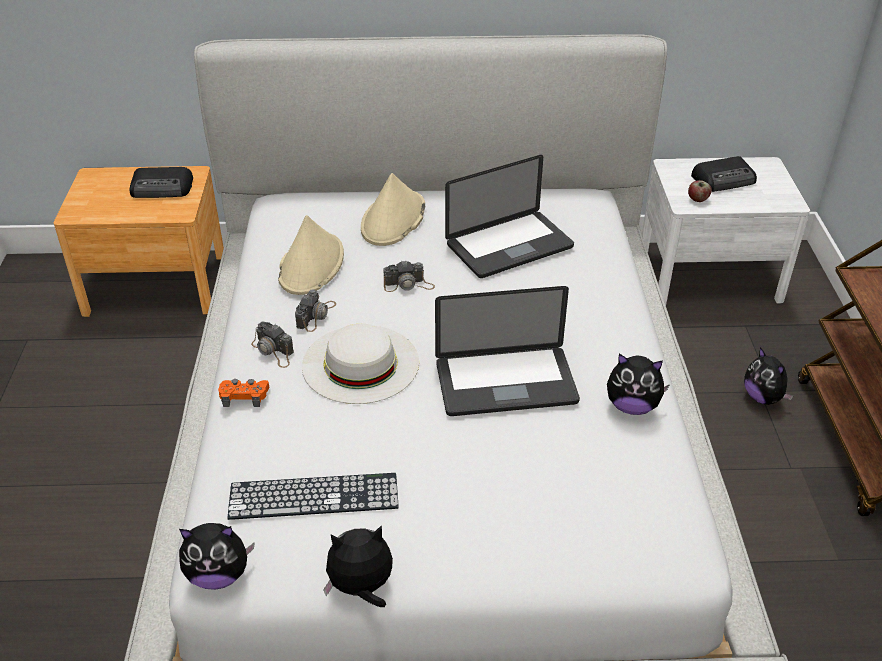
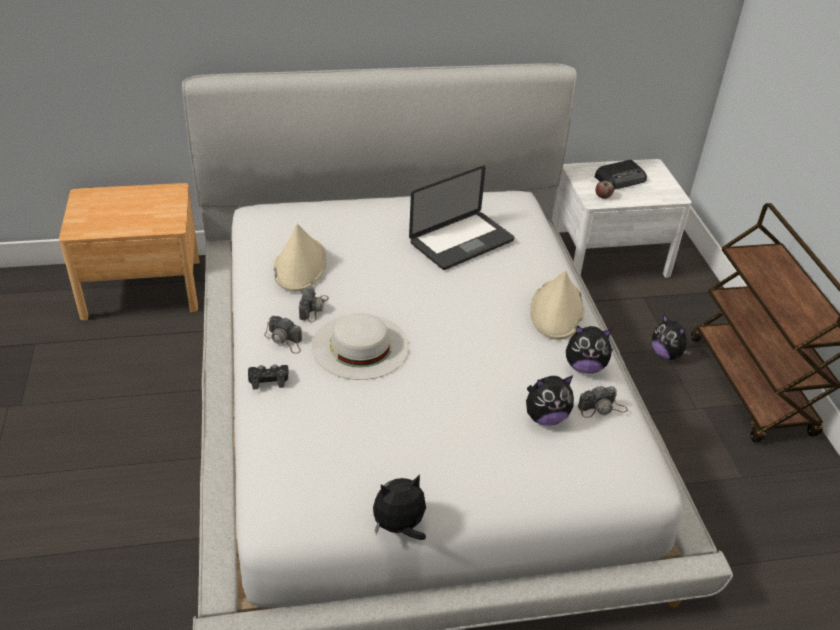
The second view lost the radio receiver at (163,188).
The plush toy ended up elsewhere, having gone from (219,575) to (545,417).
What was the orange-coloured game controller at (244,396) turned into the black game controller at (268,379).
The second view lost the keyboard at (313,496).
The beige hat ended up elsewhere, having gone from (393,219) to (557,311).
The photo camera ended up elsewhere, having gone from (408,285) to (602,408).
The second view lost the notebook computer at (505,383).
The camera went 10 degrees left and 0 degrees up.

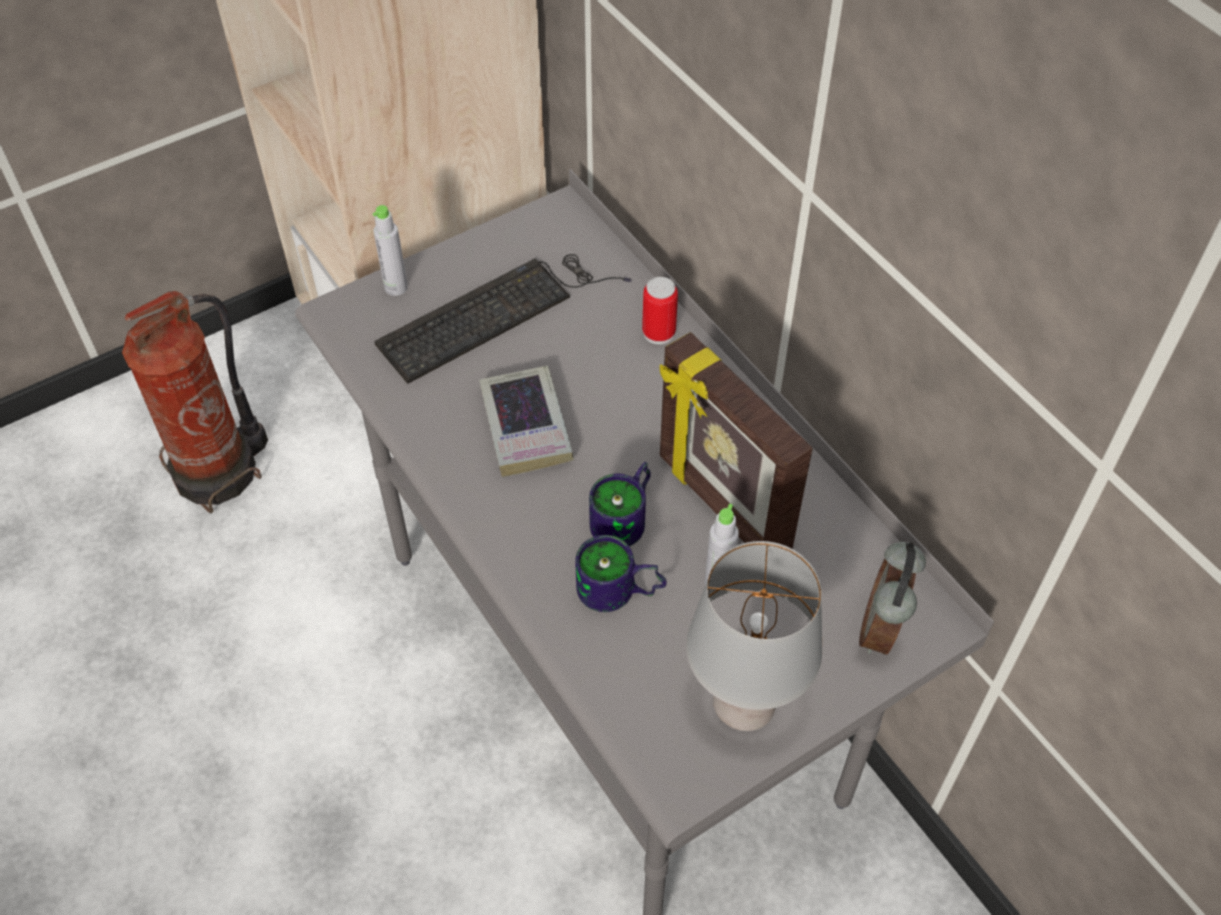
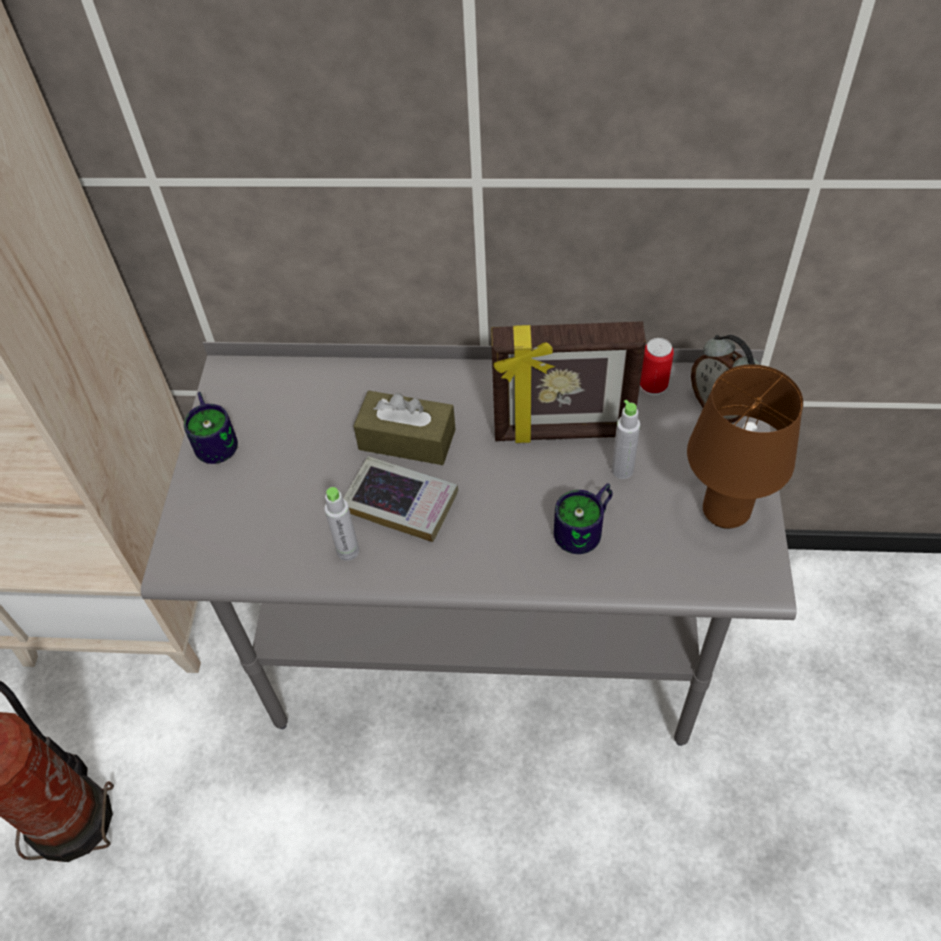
The greyish drink bottle ended up elsewhere, having gone from (396,287) to (348,551).
The second view lost the keyboard at (497,312).
The coffee mug ended up elsewhere, having gone from (628,518) to (217,438).
The metal can ended up elsewhere, having gone from (658,332) to (653,385).
What was the greyish tabletop lamp at (741,706) turned into the brown-coloured tabletop lamp at (724,512).
The second view gained the brown-coloured tissue holder at (407,439).
The camera went 50 degrees left and 0 degrees up.

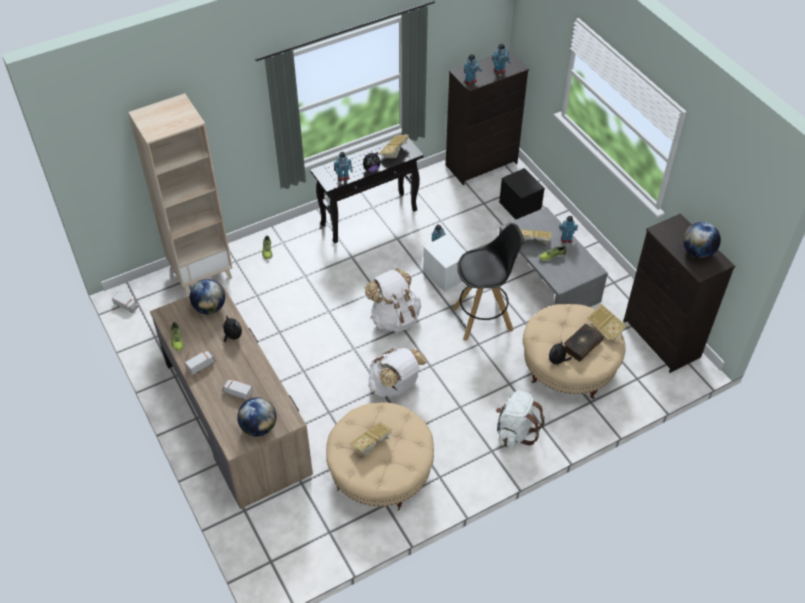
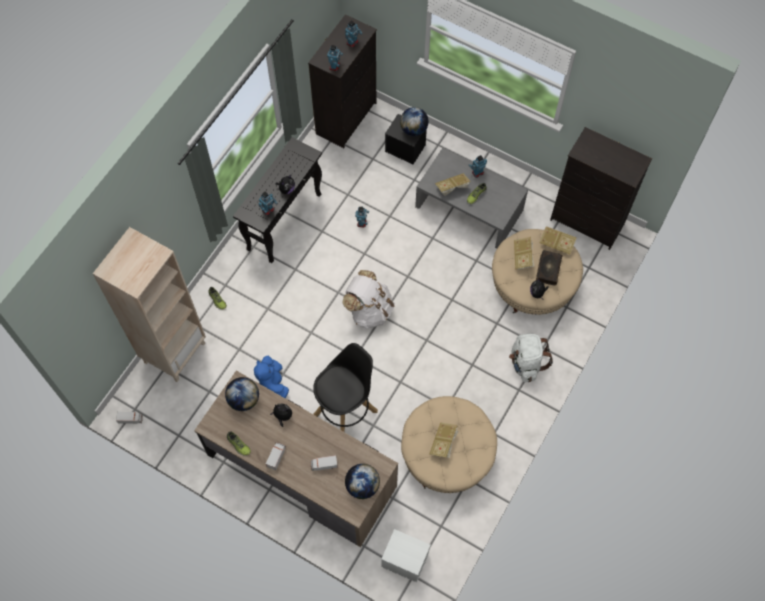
The second view lost the white knapsack at (395,386).
The book ended up elsewhere, having gone from (395,152) to (523,257).
The white storage bin ended up elsewhere, having gone from (444,274) to (404,560).
The black stool ended up elsewhere, having gone from (483,319) to (346,412).
The globe ended up elsewhere, having gone from (697,252) to (413,129).
The second view gained the bluish plush toy at (273,382).
The camera went 30 degrees left and 15 degrees up.

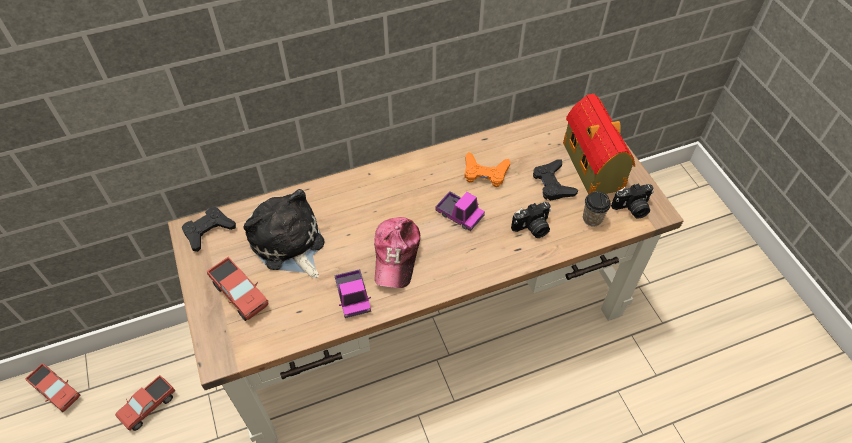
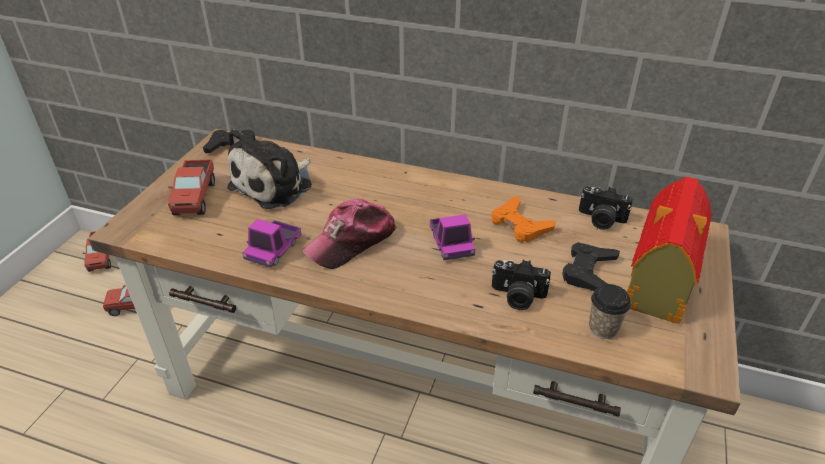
The plush toy at (288,244) ended up facing another way, 150 degrees counterclockwise from before.
The photo camera ended up elsewhere, having gone from (632,208) to (600,220).
The camera went 40 degrees right and 15 degrees down.

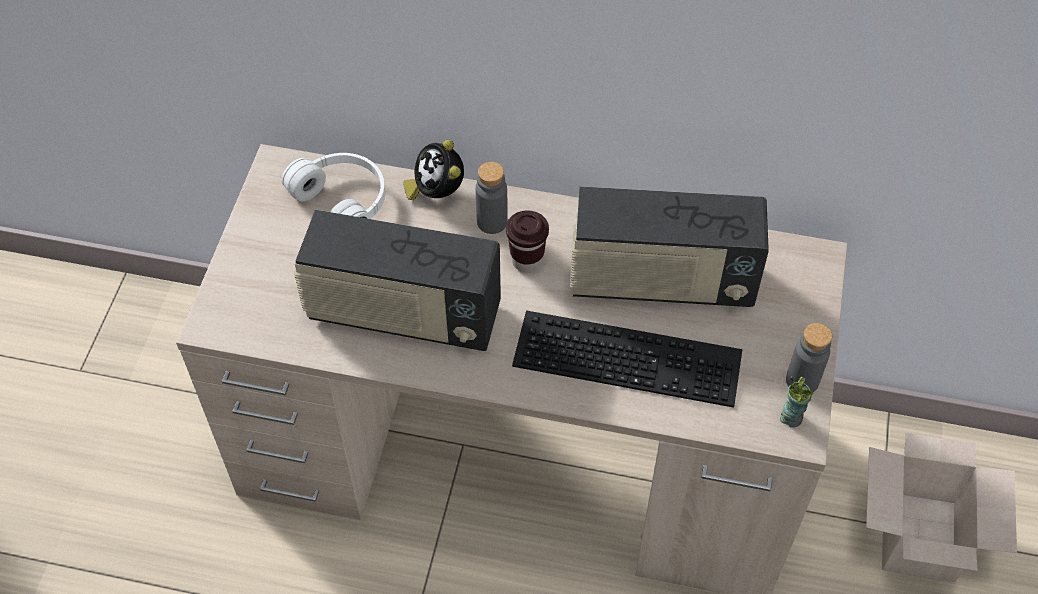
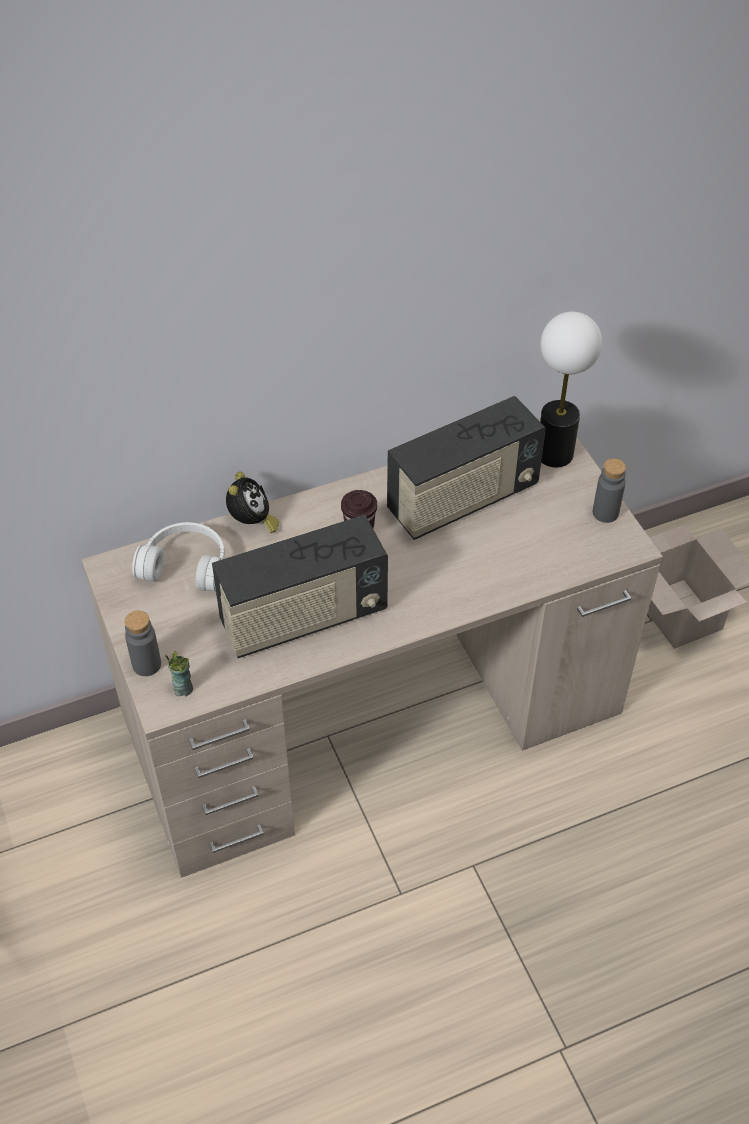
The alarm clock at (437,192) ended up facing another way, 120 degrees counterclockwise from before.
The greyish drink bottle ended up elsewhere, having gone from (492,222) to (146,664).
The second view lost the keyboard at (630,355).
The cup ended up elsewhere, having gone from (791,417) to (183,688).
The second view gained the tabletop lamp at (555,454).
The camera went 35 degrees left and 5 degrees down.

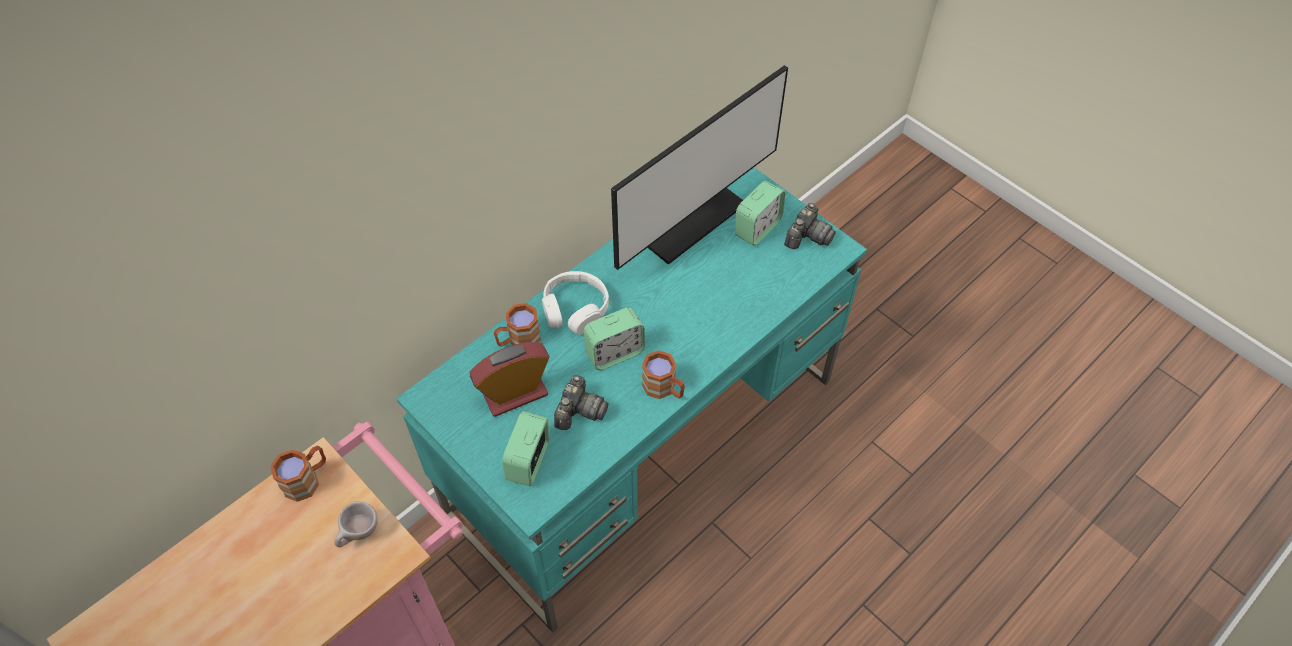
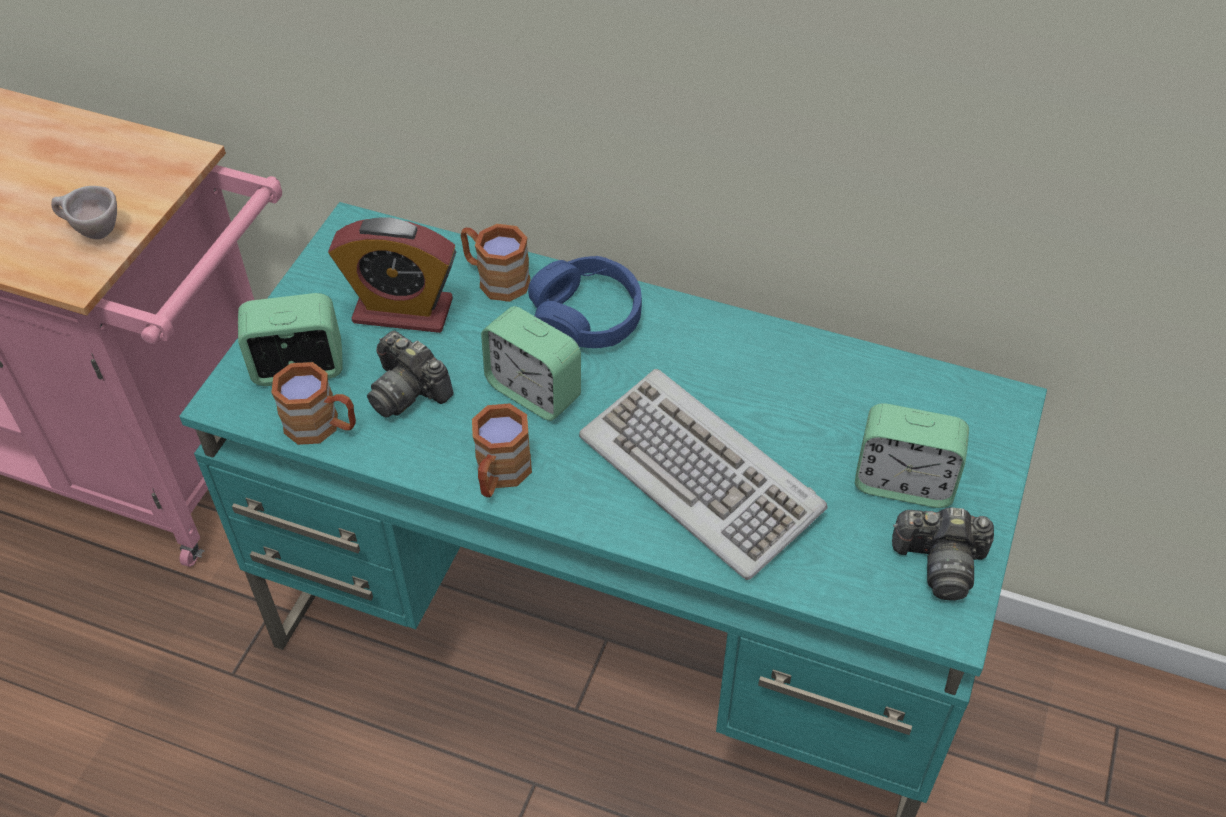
The brown-coloured coffee mug ended up elsewhere, having gone from (307,479) to (322,426).
The alarm clock at (515,394) ended up facing another way, 150 degrees clockwise from before.
What was the white headset at (575,309) turned into the bluish headset at (586,317).
The photo camera at (579,411) ended up facing another way, 45 degrees clockwise from before.
The second view lost the monitor at (689,220).
The second view gained the keyboard at (702,475).
The camera went 65 degrees right and 5 degrees down.

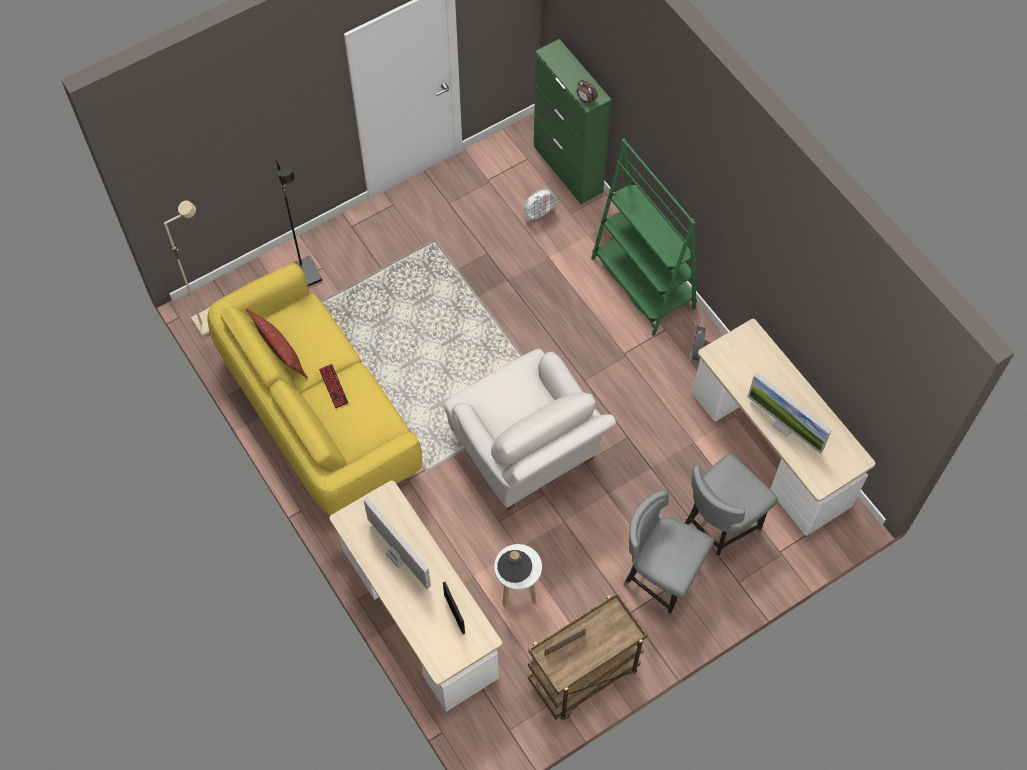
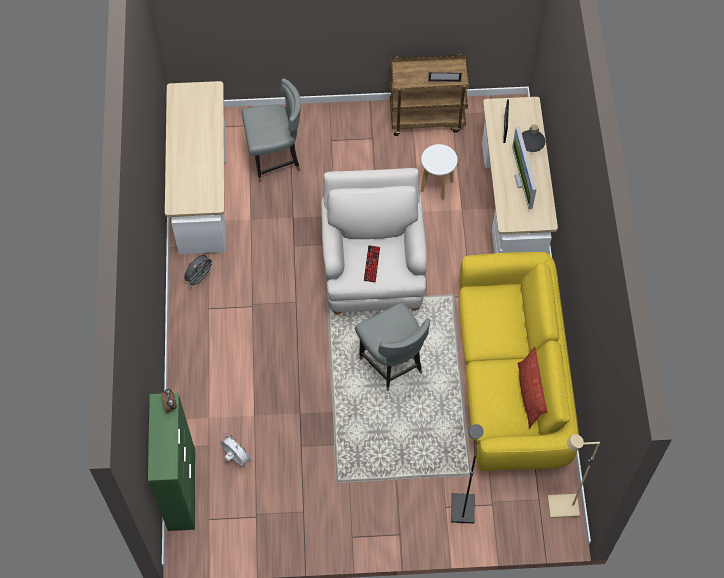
The keyboard ended up elsewhere, having gone from (333,386) to (371,264).
The greyish drink bottle ended up elsewhere, having gone from (515,567) to (531,142).
The white electric fan at (539,215) ended up facing another way, 45 degrees clockwise from before.
The second view lost the green-coloured bookshelf at (643,283).
The greyish plain chair ended up elsewhere, having gone from (660,578) to (392,364).
The second view lost the monitor at (784,426).
The camera went 150 degrees left and 0 degrees up.

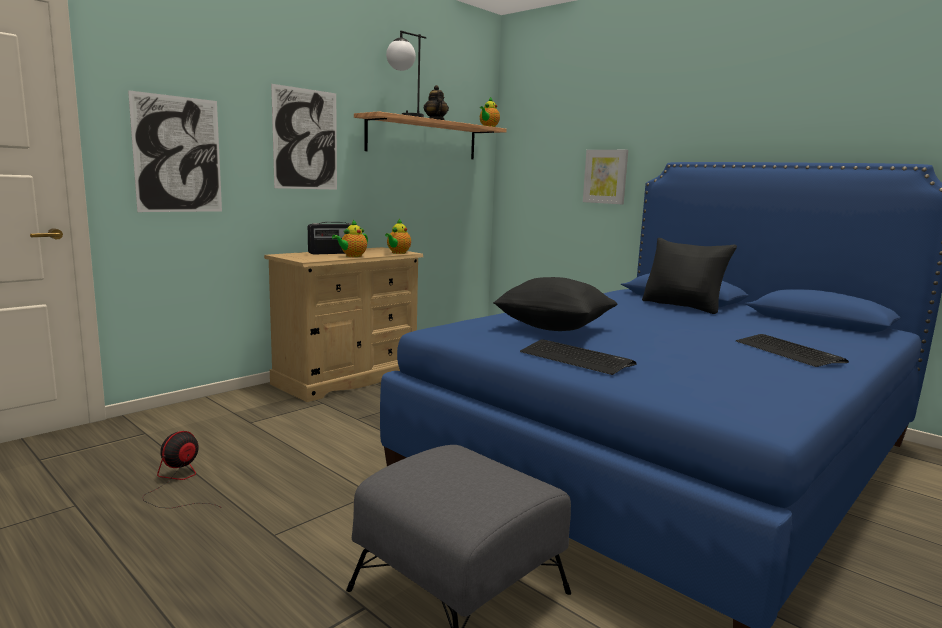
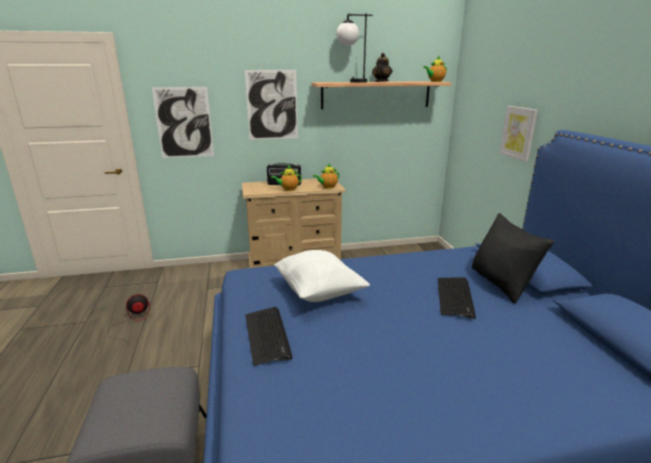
What was the black pillow at (554,328) turned into the white pillow at (318,292).
The keyboard ended up elsewhere, having gone from (788,352) to (455,297).
The camera went 35 degrees right and 10 degrees up.

